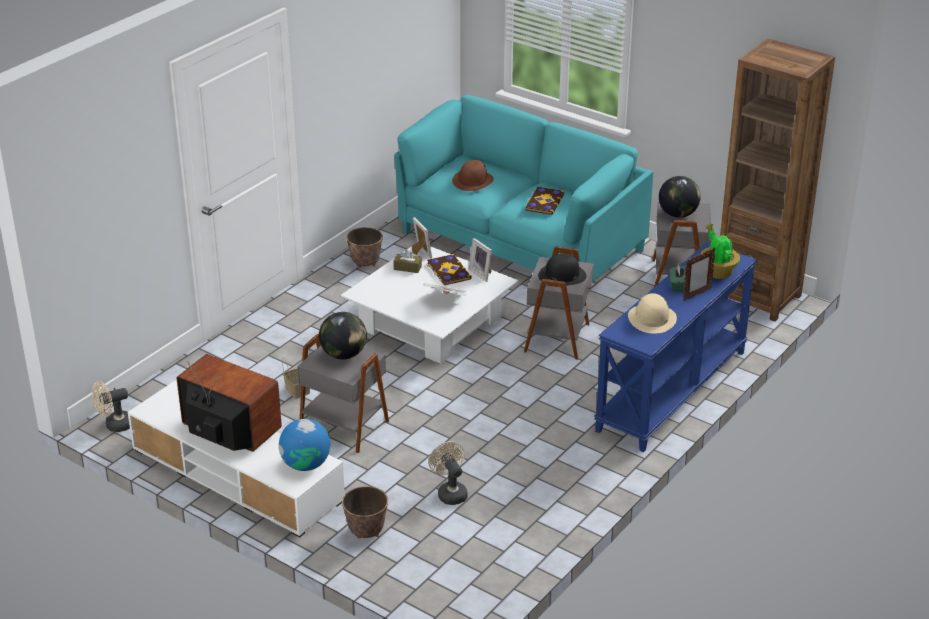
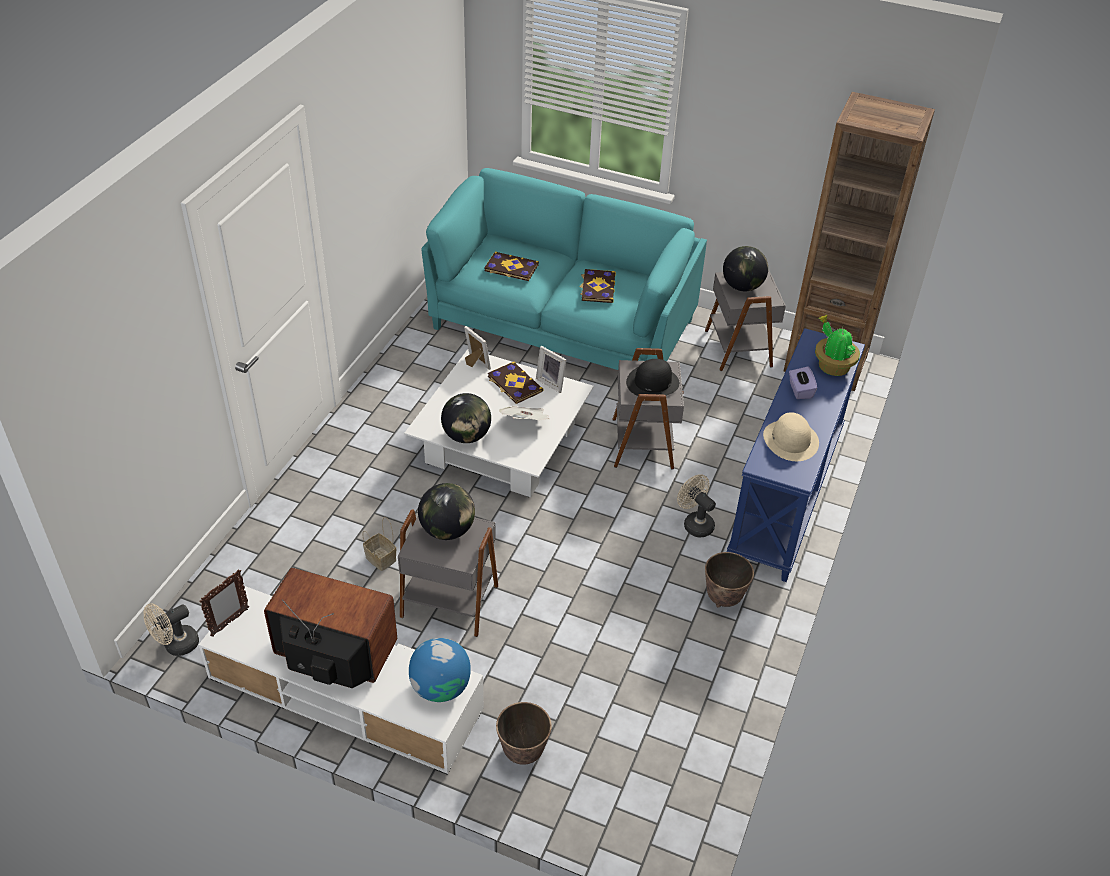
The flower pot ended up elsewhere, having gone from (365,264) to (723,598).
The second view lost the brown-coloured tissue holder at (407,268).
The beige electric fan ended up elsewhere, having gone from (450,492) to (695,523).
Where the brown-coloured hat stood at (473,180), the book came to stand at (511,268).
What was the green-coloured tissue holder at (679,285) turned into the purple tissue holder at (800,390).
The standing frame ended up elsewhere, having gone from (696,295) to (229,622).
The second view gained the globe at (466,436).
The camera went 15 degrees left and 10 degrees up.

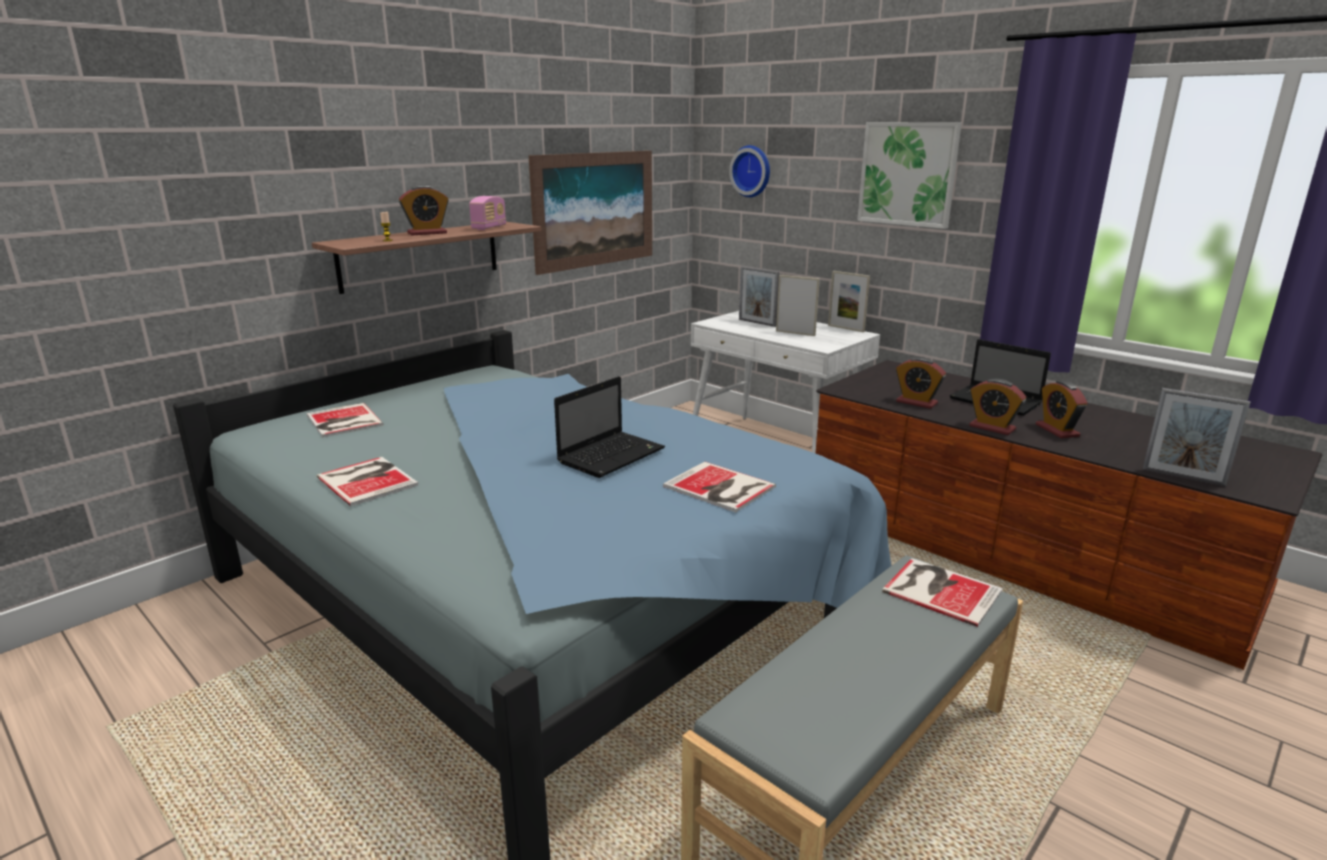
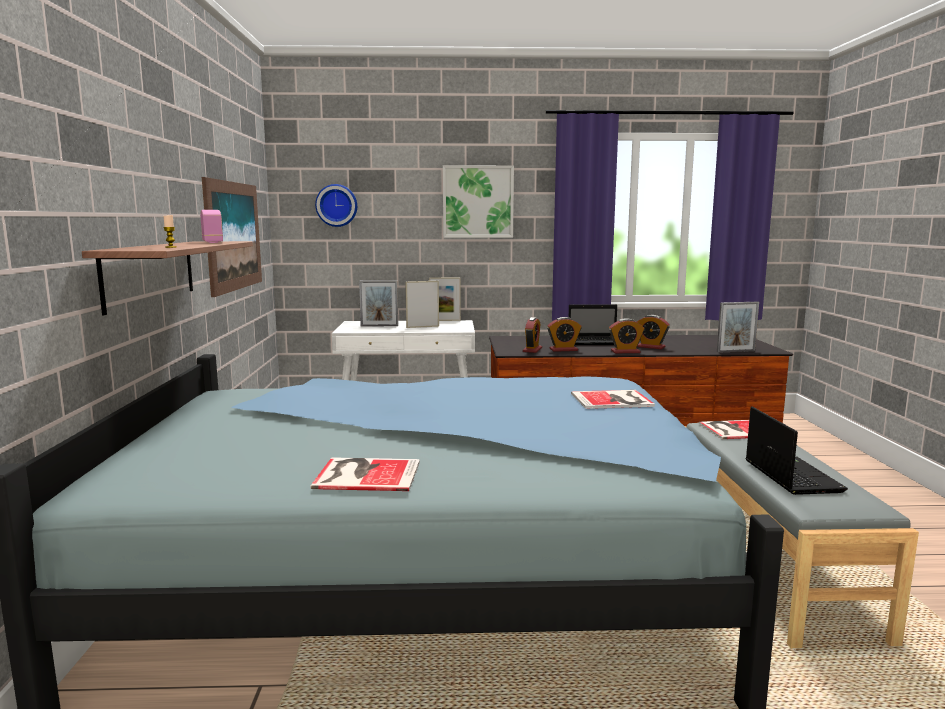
The second view lost the book at (343,421).
The alarm clock ended up elsewhere, having gone from (427,233) to (532,350).
The notebook computer ended up elsewhere, having gone from (612,455) to (790,476).
The camera went 45 degrees left and 10 degrees down.

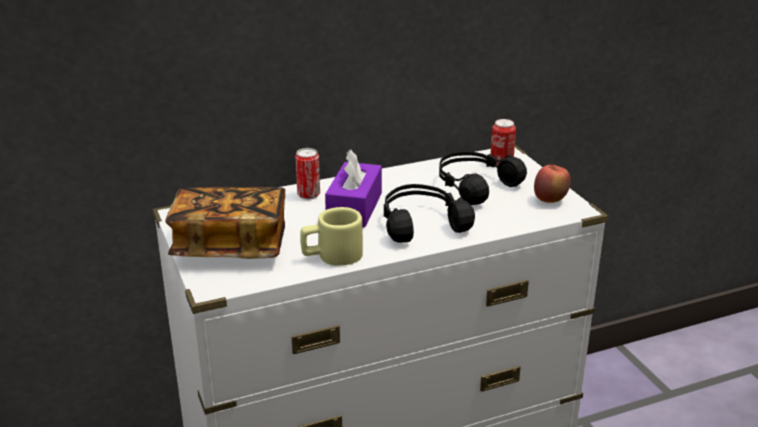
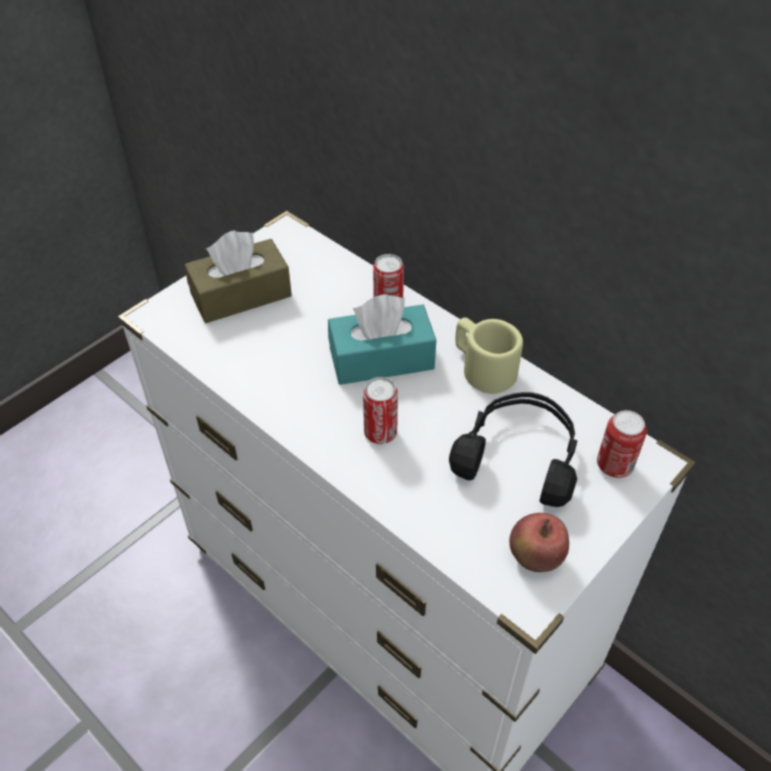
Where the book stood at (231,246), the brown-coloured tissue holder came to stand at (241,295).
The beige coffee mug ended up elsewhere, having gone from (332,256) to (482,368).
What was the purple tissue holder at (354,208) turned into the turquoise-coloured tissue holder at (381,359).
Where the black headset stood at (420,223), the metal can came to stand at (380,433).
The camera went 65 degrees right and 20 degrees up.

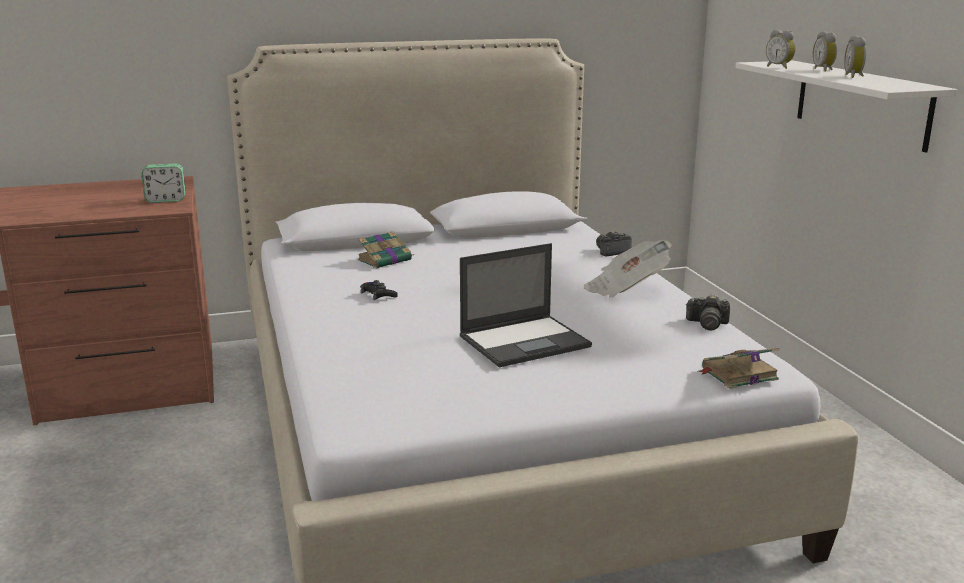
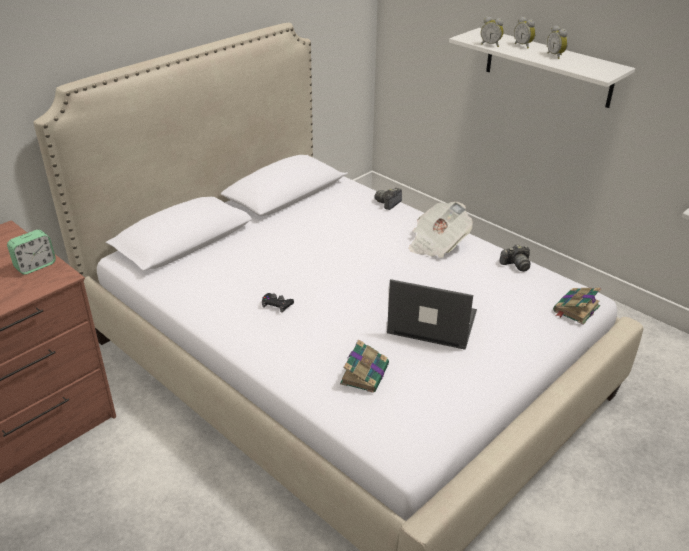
The book ended up elsewhere, having gone from (386,260) to (365,373).
The notebook computer at (525,341) ended up facing another way, 105 degrees counterclockwise from before.
The camera went 30 degrees left and 15 degrees up.

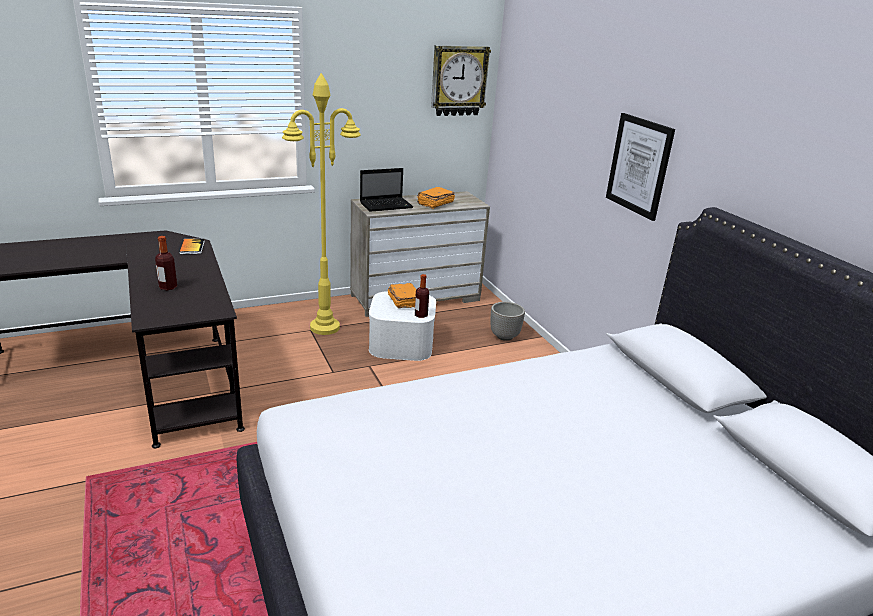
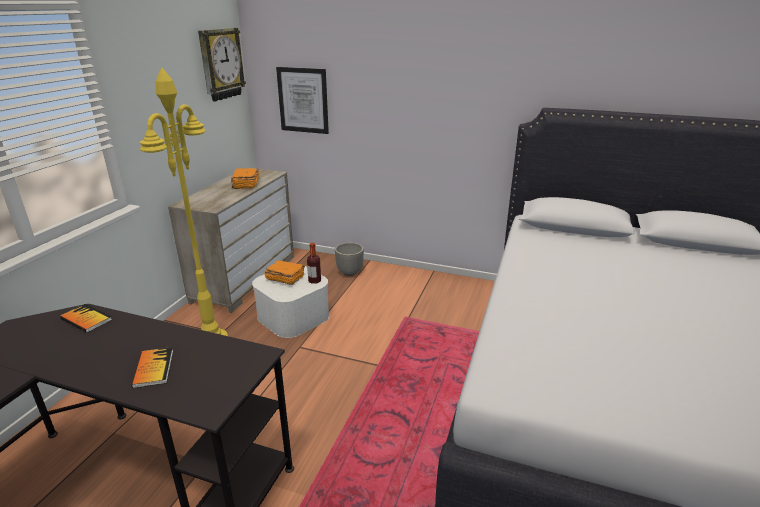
Where the drink bottle stood at (168,287), the book came to stand at (153,368).
The second view lost the notebook computer at (387,205).
The picture ended up elsewhere, having gone from (639,165) to (303,100).
The camera went 45 degrees left and 0 degrees up.

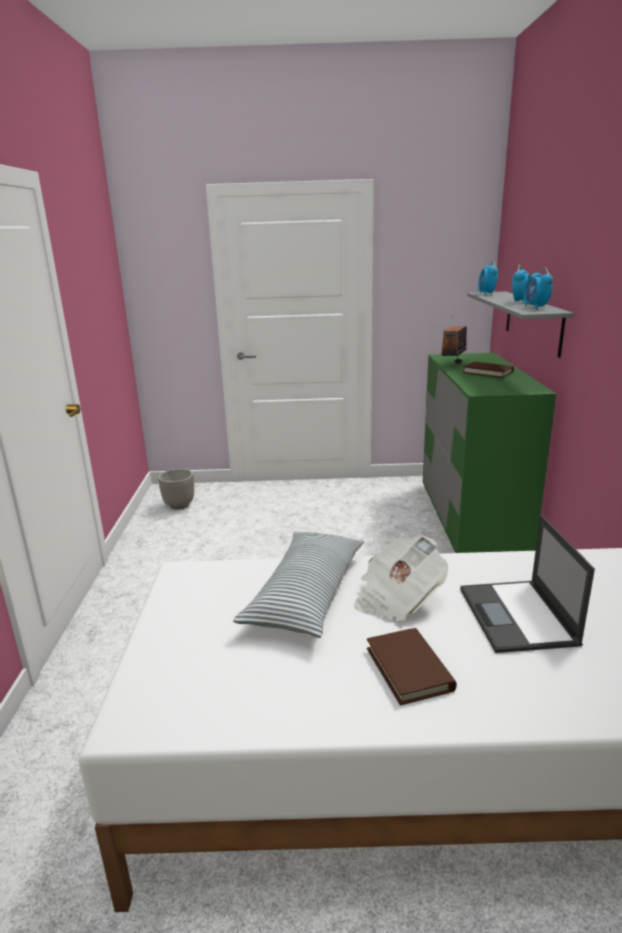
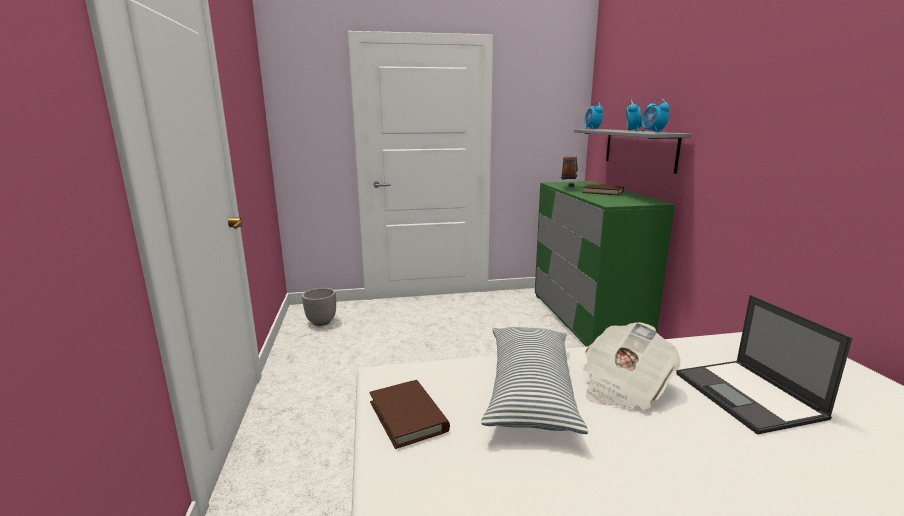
The brown-coloured book ended up elsewhere, having gone from (409,669) to (408,416).
The camera went 10 degrees left and 5 degrees down.

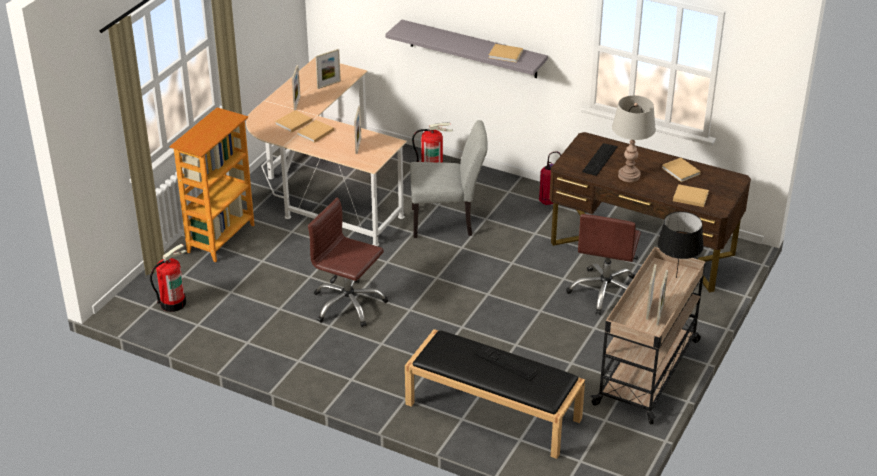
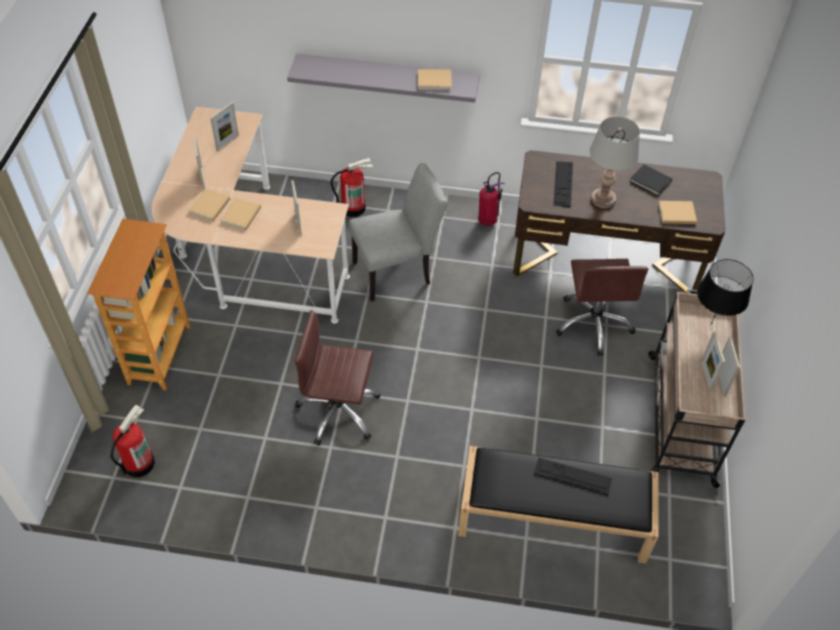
What was the beige book at (681,171) turned into the black book at (651,181).
The camera went 20 degrees left and 15 degrees up.

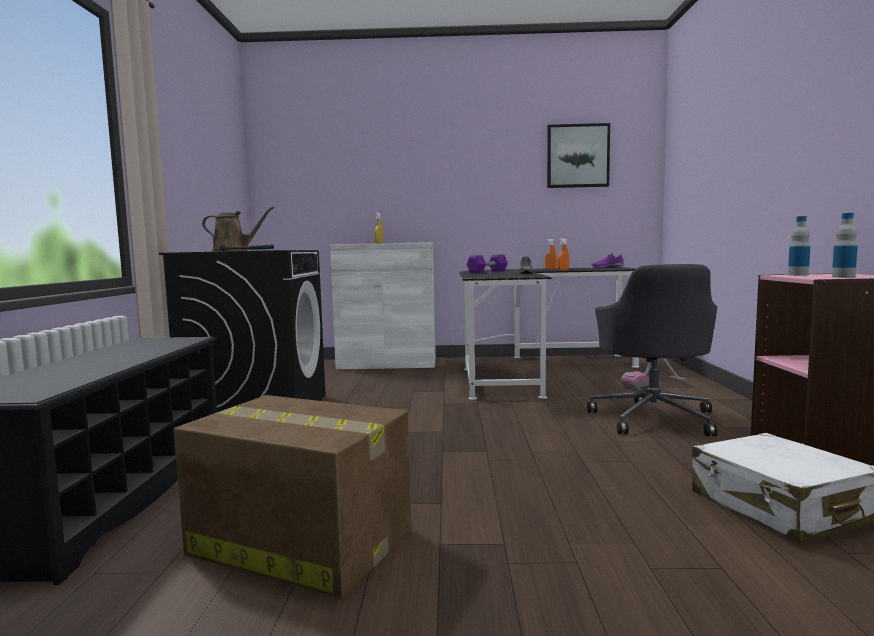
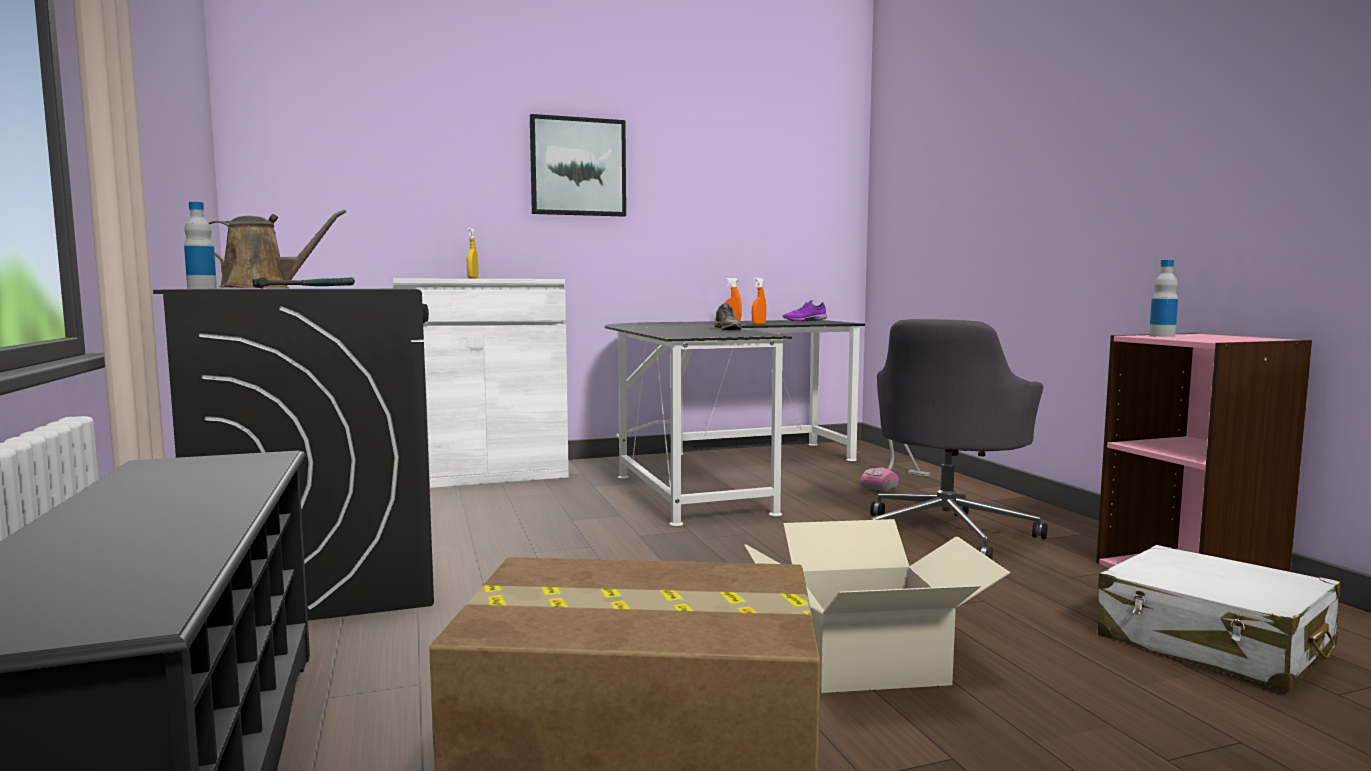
The second view lost the purple hand weight at (487,272).
The picture ended up elsewhere, having gone from (577,156) to (578,167).
The greyish desk chair at (653,418) ended up facing another way, 45 degrees clockwise from before.
The drink bottle ended up elsewhere, having gone from (843,277) to (202,288).
The second view gained the cardboard box at (868,662).
The camera went 20 degrees left and 0 degrees up.

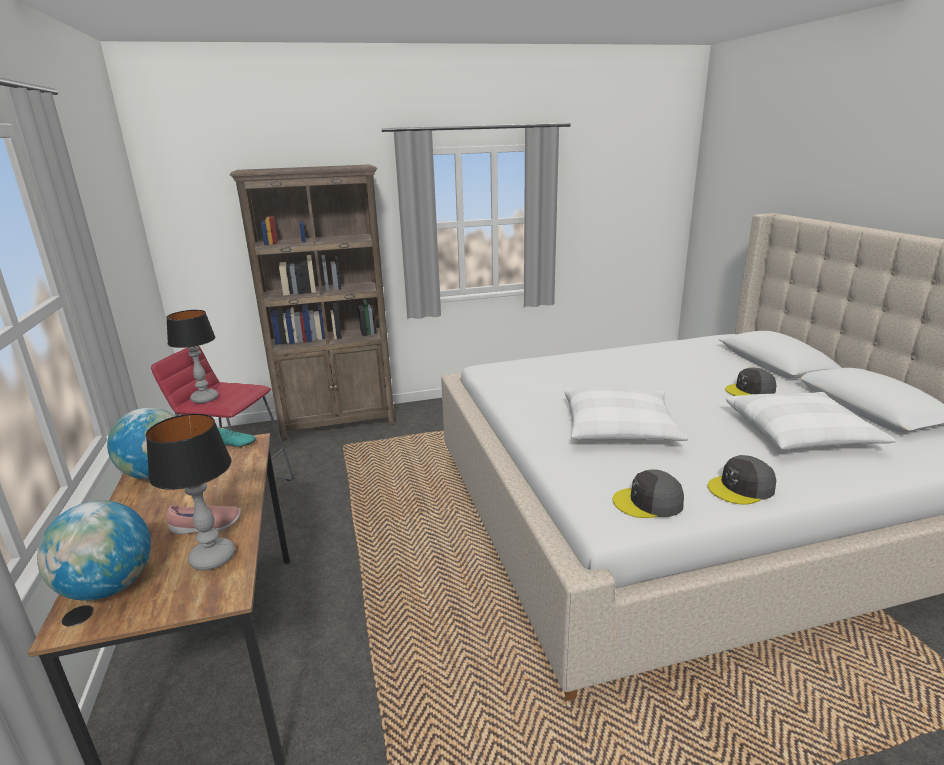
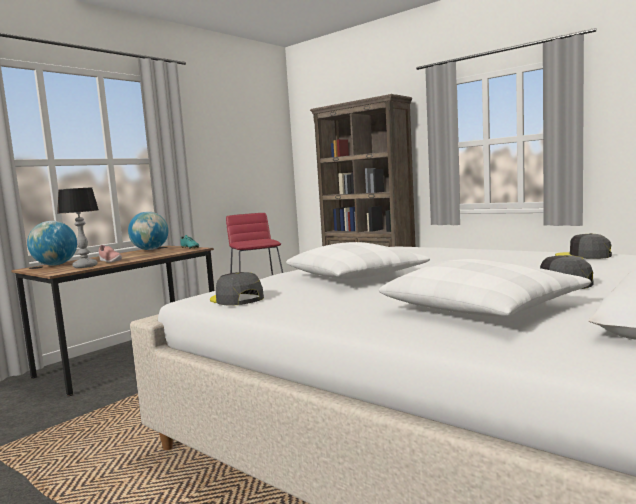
The second view lost the tabletop lamp at (205,399).
The greyish baseball cap ended up elsewhere, having gone from (741,488) to (583,256).
The camera went 55 degrees right and 15 degrees down.

